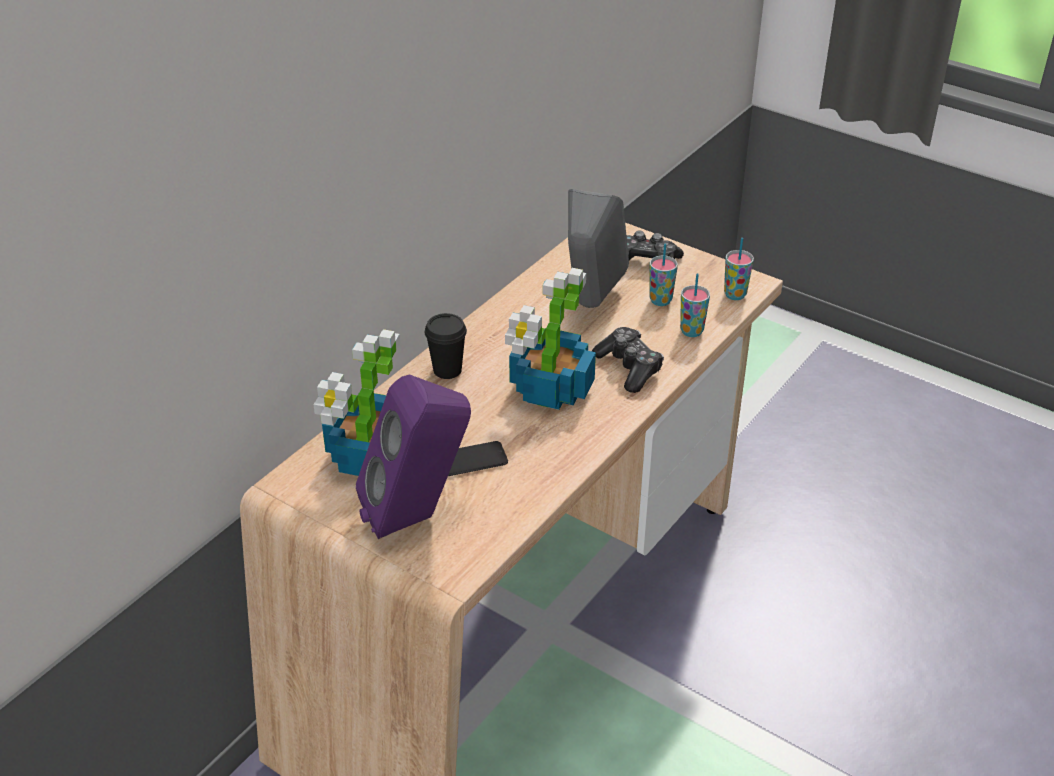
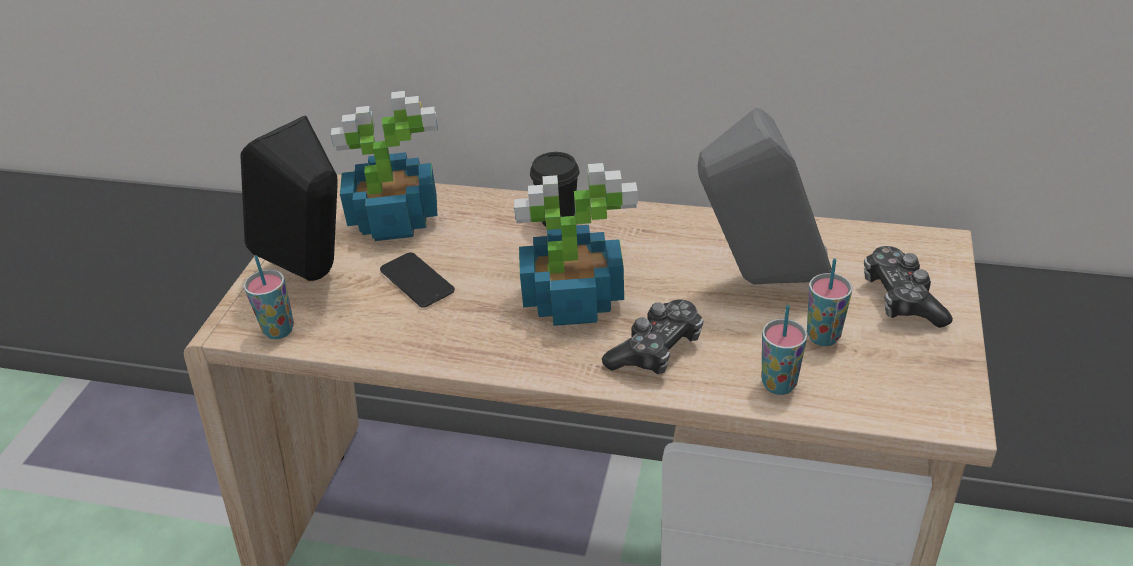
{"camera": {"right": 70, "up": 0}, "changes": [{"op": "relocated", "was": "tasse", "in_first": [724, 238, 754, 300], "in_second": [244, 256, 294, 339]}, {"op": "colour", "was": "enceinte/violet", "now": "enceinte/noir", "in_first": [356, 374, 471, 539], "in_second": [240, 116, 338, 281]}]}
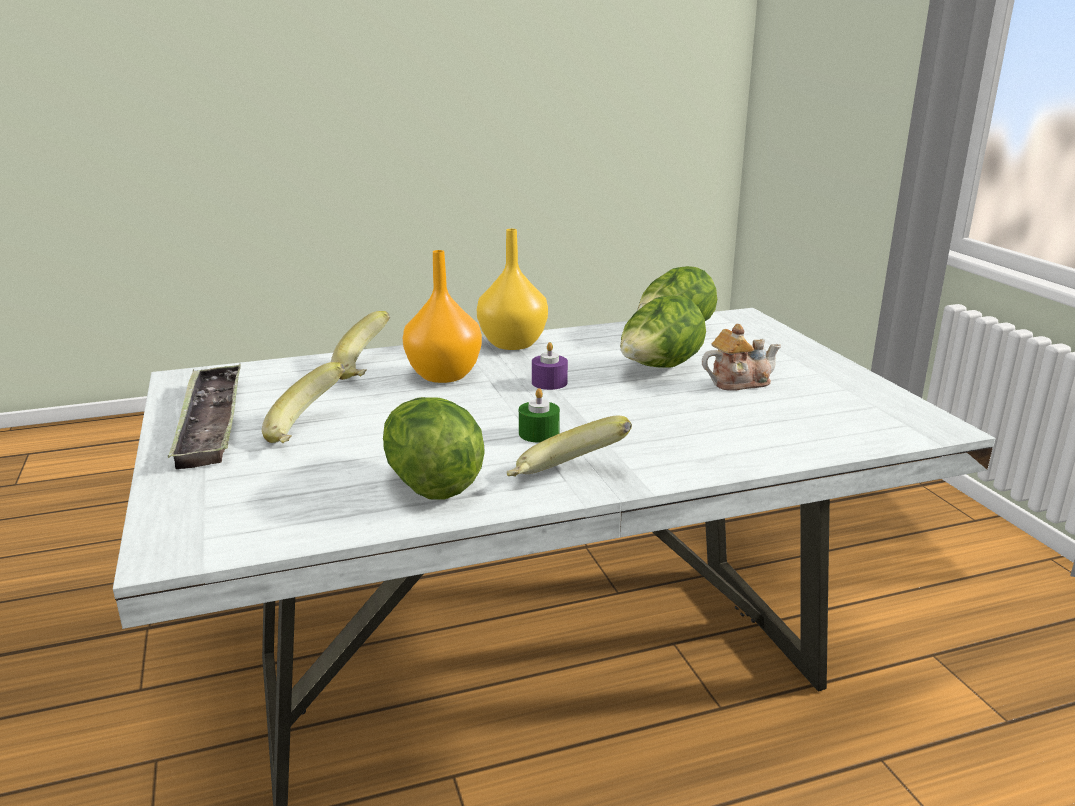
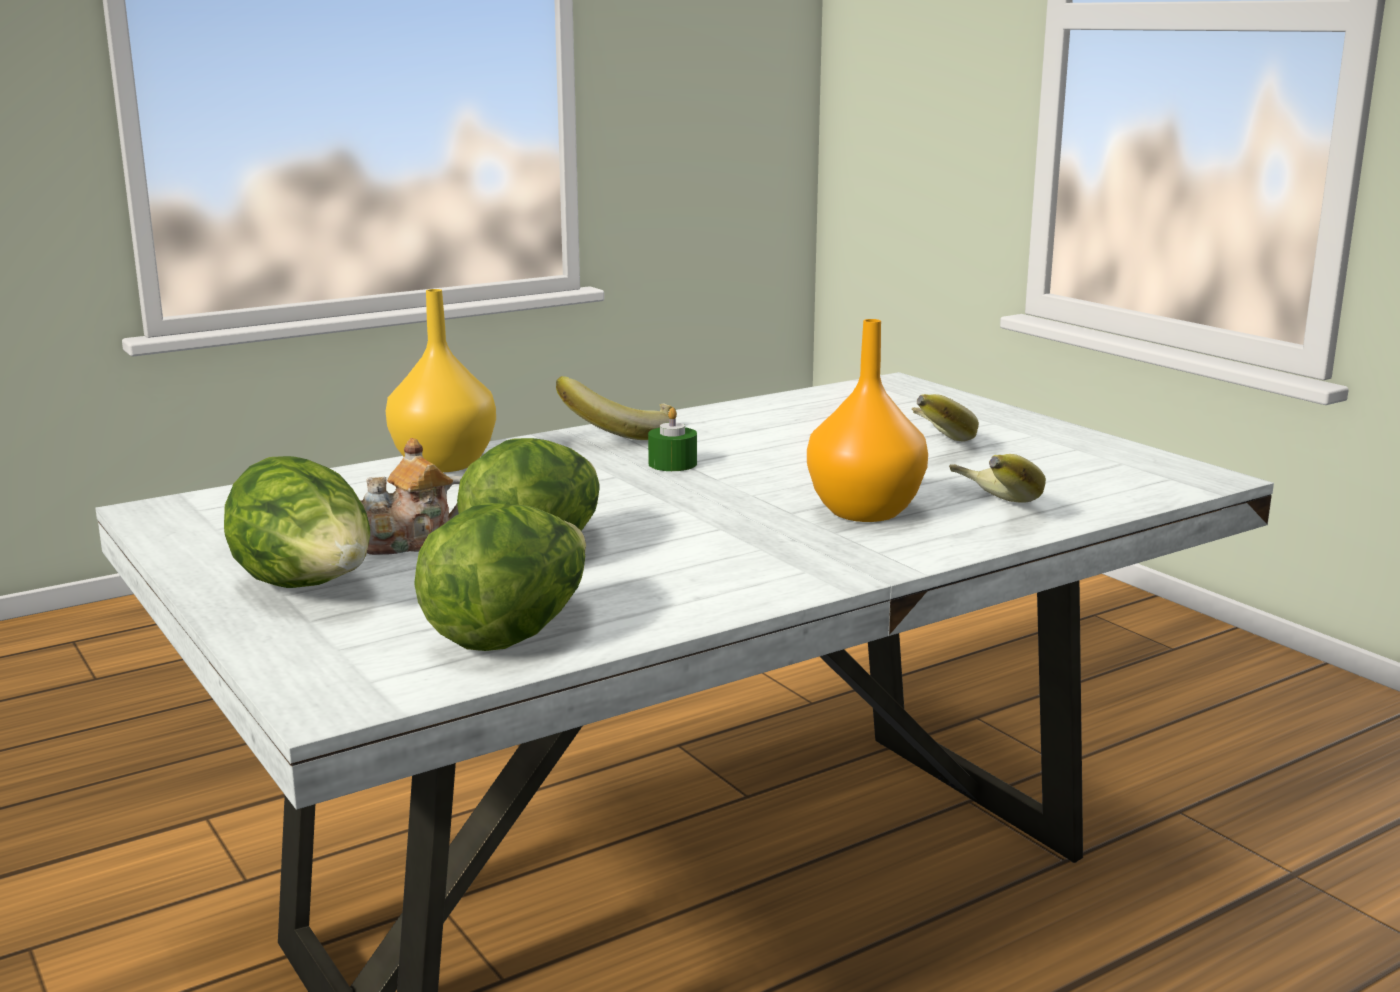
{"camera": {"right": 165, "up": -5}, "changes": [{"op": "missing", "was": "plateau", "in_first": [168, 364, 241, 469]}, {"op": "missing", "was": "bougie/violet", "in_first": [532, 342, 568, 390]}, {"op": "relocated", "was": "laitue", "in_first": [383, 397, 485, 500], "in_second": [224, 456, 370, 588]}, {"op": "relocated", "was": "vase/jaune", "in_first": [477, 229, 548, 350], "in_second": [386, 289, 496, 473]}]}
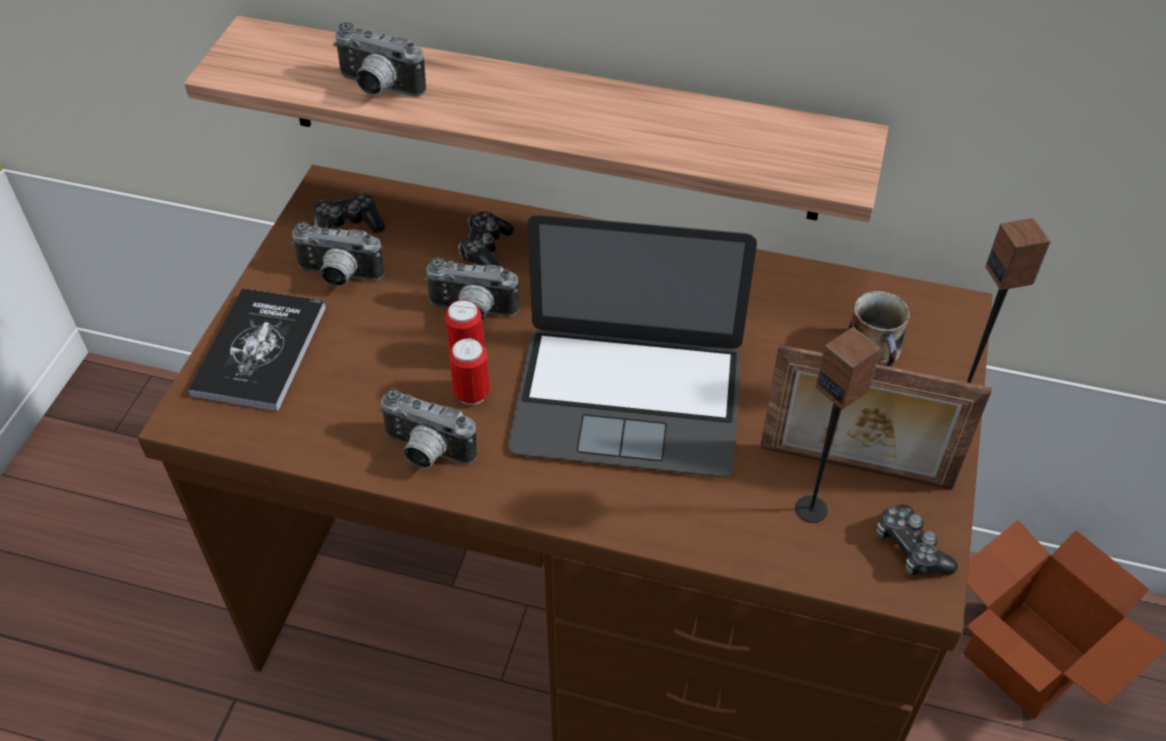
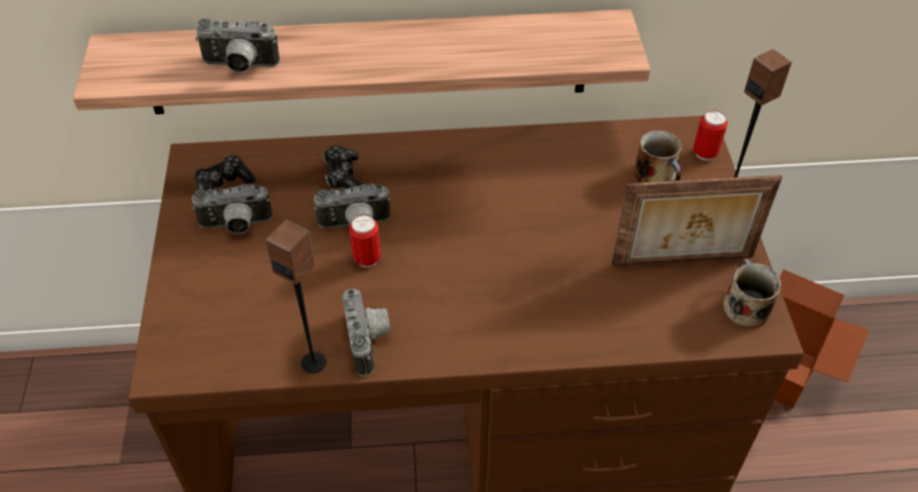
{"camera": {"right": -20, "up": 0}, "changes": [{"op": "missing", "was": "livre", "in_first": [188, 288, 326, 411]}, {"op": "missing", "was": "ordinateur portable", "in_first": [508, 214, 757, 477]}, {"op": "relocated", "was": "boîte métallique", "in_first": [449, 338, 490, 405], "in_second": [693, 110, 728, 161]}, {"op": "relocated", "was": "enceinte", "in_first": [795, 327, 881, 523], "in_second": [265, 220, 326, 373]}, {"op": "exchanged", "was": "manette", "now": "mug", "in_first": [876, 504, 958, 575], "in_second": [723, 259, 781, 328]}, {"op": "spun", "was": "appareil photo", "in_first": [379, 388, 477, 469], "in_second": [342, 288, 391, 376], "clockwise": -105}]}
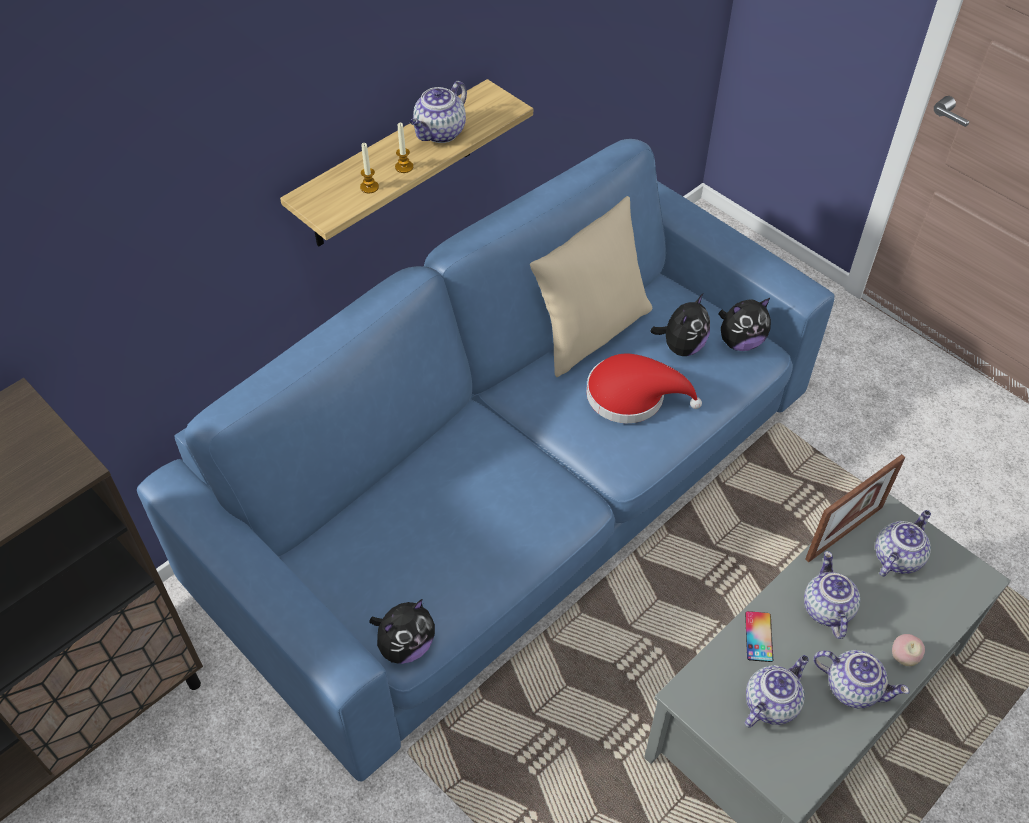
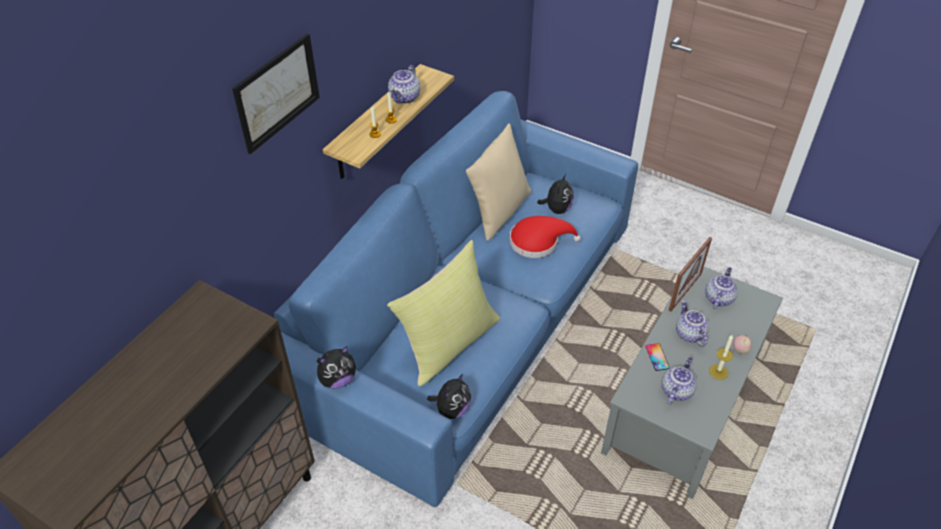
{"camera": {"right": -15, "up": -5}, "changes": [{"op": "appeared", "now": "tableau", "in_second": [232, 33, 320, 154]}, {"op": "appeared", "now": "coussin/jaune", "in_second": [387, 240, 501, 386]}, {"op": "relocated", "was": "peluche", "in_first": [718, 298, 771, 351], "in_second": [316, 346, 356, 389]}, {"op": "exchanged", "was": "théière", "now": "bougie", "in_first": [813, 650, 910, 708], "in_second": [709, 335, 733, 380]}]}
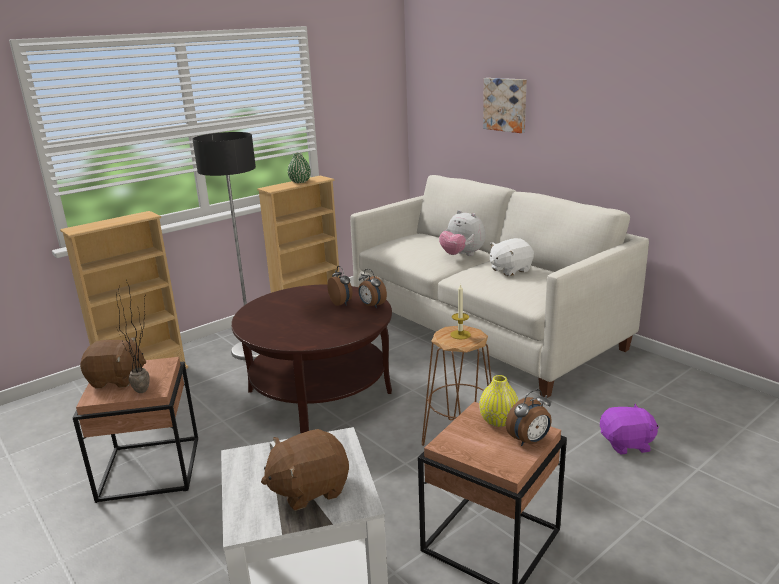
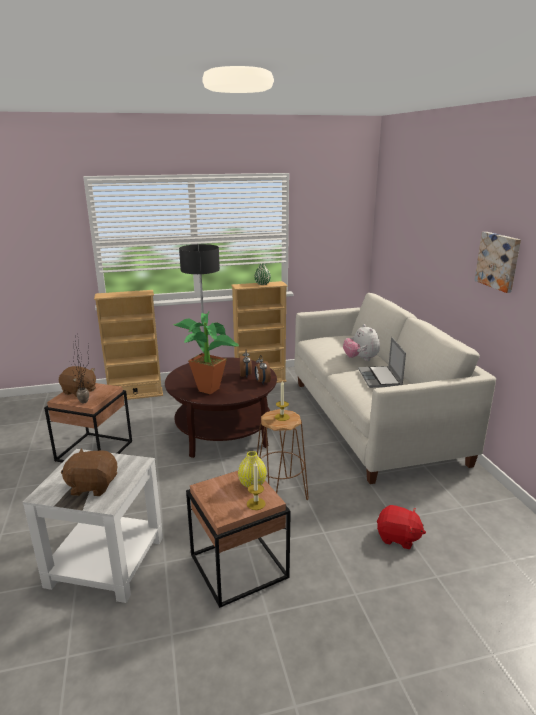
{"camera": {"right": 25, "up": 0}, "changes": [{"op": "appeared", "now": "plante en pot", "in_second": [173, 312, 239, 395]}, {"op": "relocated", "was": "tableau", "in_first": [483, 78, 527, 133], "in_second": [474, 232, 521, 293]}, {"op": "exchanged", "was": "peluche/blanc", "now": "ordinateur portable", "in_first": [490, 238, 534, 276], "in_second": [358, 337, 406, 388]}, {"op": "exchanged", "was": "réveil", "now": "bougie", "in_first": [506, 389, 551, 446], "in_second": [247, 461, 266, 510]}, {"op": "colour", "was": "peluche/violet", "now": "peluche/rouge", "in_first": [600, 403, 659, 455], "in_second": [377, 505, 426, 549]}]}
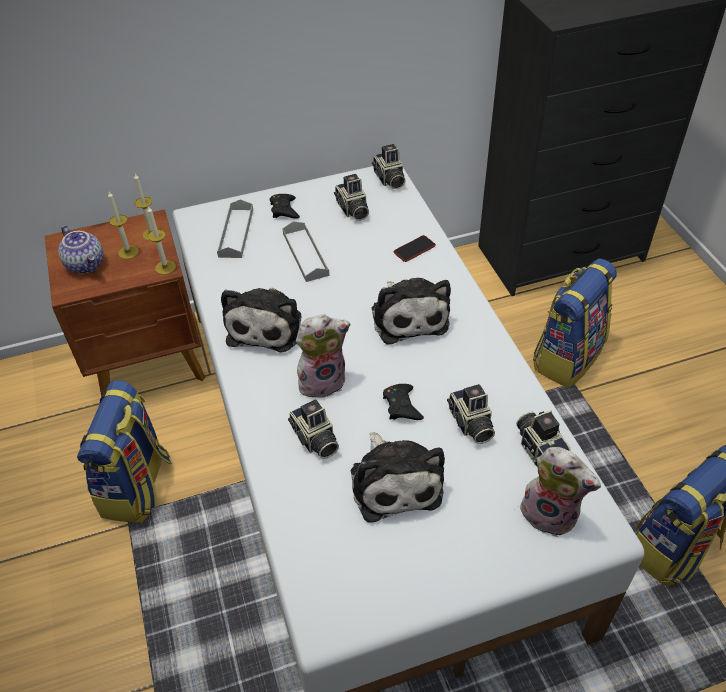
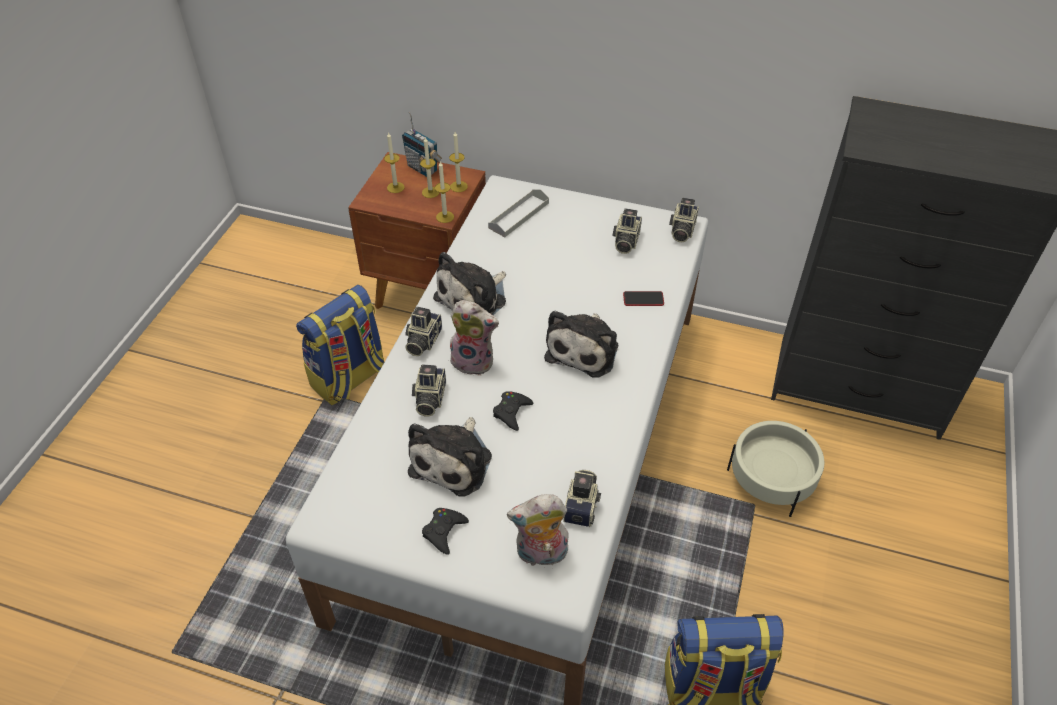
{"camera": {"right": 35, "up": 0}, "changes": [{"op": "missing", "was": "plateau/gris", "in_first": [282, 221, 330, 282]}, {"op": "appeared", "now": "radio", "in_second": [402, 112, 442, 177]}, {"op": "relocated", "was": "manette/noir", "in_first": [270, 194, 300, 219], "in_second": [422, 508, 469, 555]}, {"op": "relocated", "was": "appareil photo", "in_first": [447, 384, 495, 444], "in_second": [405, 306, 442, 356]}, {"op": "exchanged", "was": "théière", "now": "bougie", "in_first": [58, 225, 104, 274], "in_second": [384, 132, 405, 193]}, {"op": "exchanged", "was": "sac à dos", "now": "cache-pot/beige", "in_first": [533, 259, 617, 388], "in_second": [727, 421, 824, 517]}, {"op": "spun", "was": "peluche", "in_first": [518, 447, 601, 537], "in_second": [507, 494, 569, 566], "clockwise": 105}]}
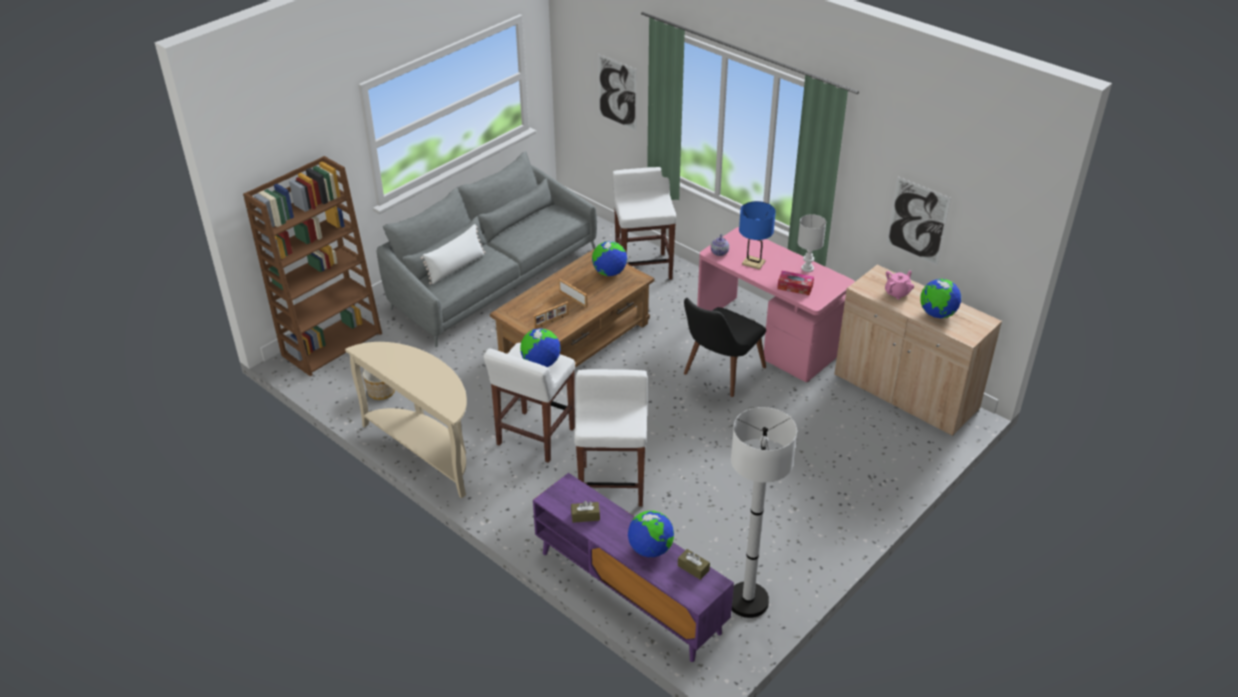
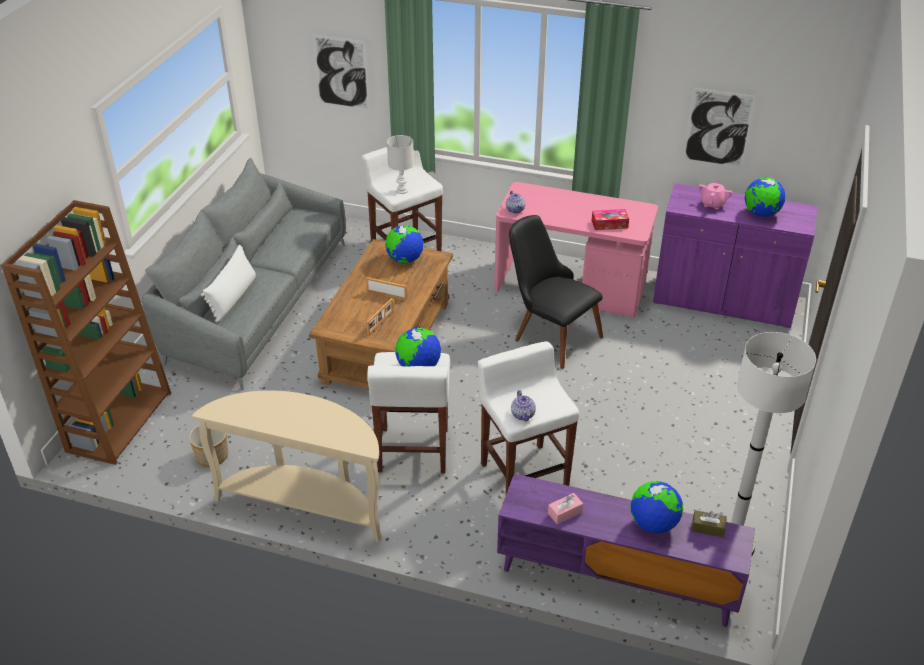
{"camera": {"right": -25, "up": 0}, "changes": [{"op": "missing", "was": "lampe de table/bleu", "in_first": [739, 201, 776, 270]}, {"op": "appeared", "now": "théière", "in_second": [511, 390, 536, 421]}, {"op": "relocated", "was": "lampe de table/blanc", "in_first": [798, 214, 826, 272], "in_second": [387, 135, 414, 194]}, {"op": "colour", "was": "boîte à mouchoirs/marron", "now": "boîte à mouchoirs/rose", "in_first": [571, 501, 600, 523], "in_second": [548, 493, 583, 524]}, {"op": "colour", "was": "meuble de rangement/beige", "now": "meuble de rangement/violet", "in_first": [834, 265, 1002, 436], "in_second": [653, 183, 817, 328]}, {"op": "spun", "was": "chaise/noir", "in_first": [684, 298, 766, 397], "in_second": [509, 215, 603, 369], "clockwise": 120}]}
